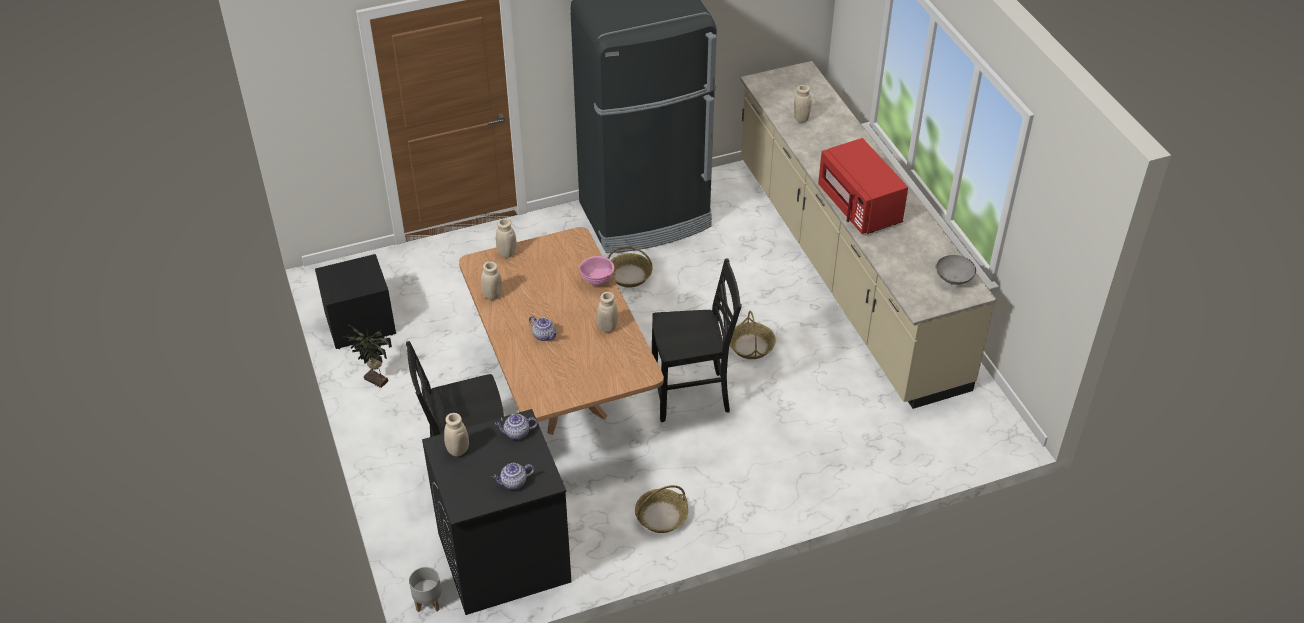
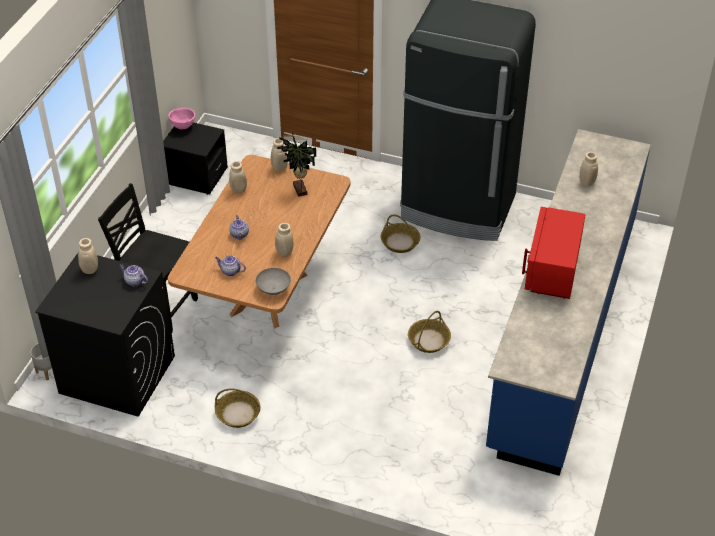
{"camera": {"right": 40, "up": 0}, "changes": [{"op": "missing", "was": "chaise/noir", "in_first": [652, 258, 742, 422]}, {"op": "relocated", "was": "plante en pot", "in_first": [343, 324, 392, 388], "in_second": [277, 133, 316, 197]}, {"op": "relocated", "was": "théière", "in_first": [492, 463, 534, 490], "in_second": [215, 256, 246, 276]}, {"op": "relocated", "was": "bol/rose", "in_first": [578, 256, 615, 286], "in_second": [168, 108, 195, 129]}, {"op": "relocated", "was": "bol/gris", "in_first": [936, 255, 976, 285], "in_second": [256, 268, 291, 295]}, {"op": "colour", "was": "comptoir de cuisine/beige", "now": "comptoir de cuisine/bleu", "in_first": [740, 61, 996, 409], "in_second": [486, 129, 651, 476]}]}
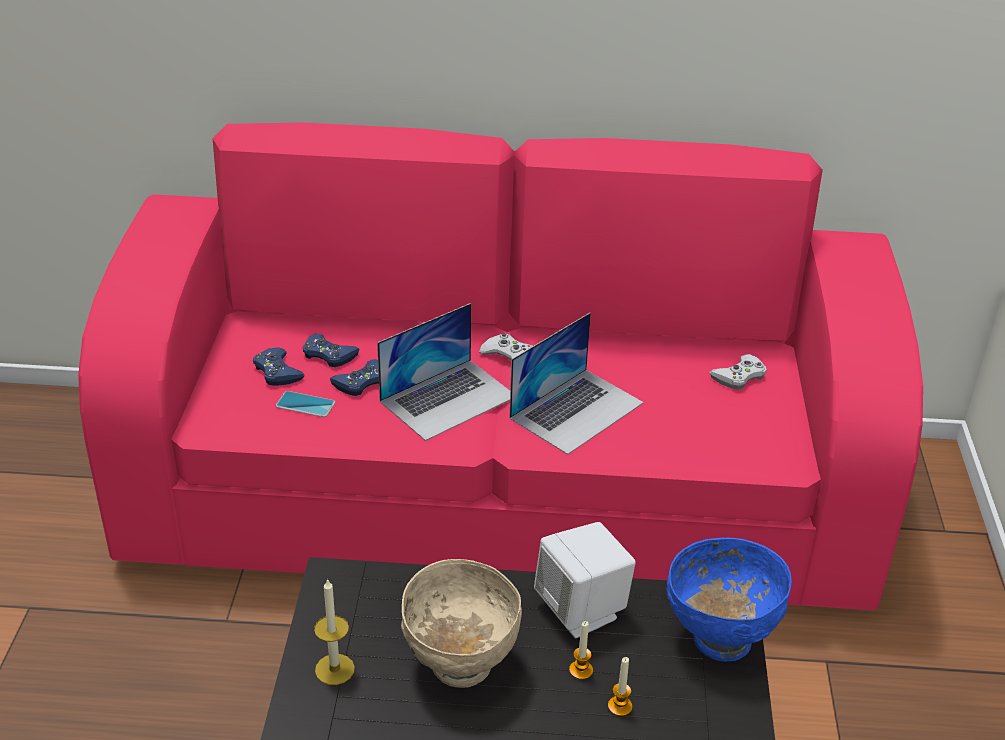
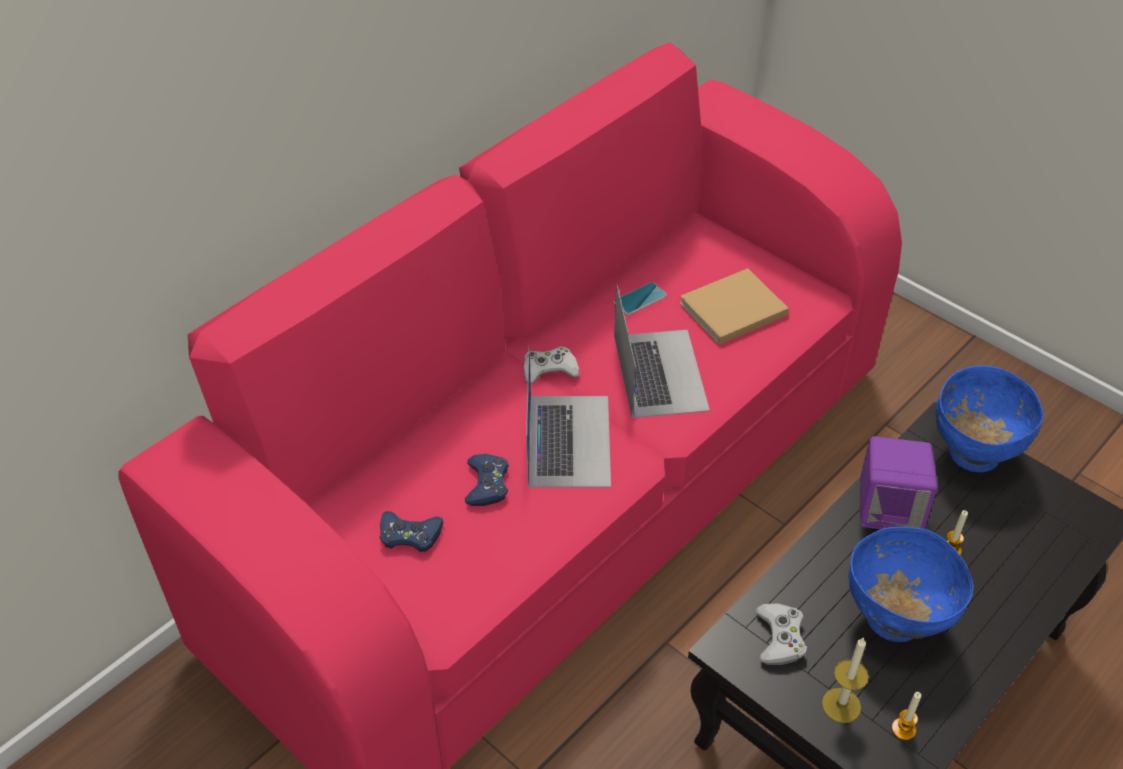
{"camera": {"right": -50, "up": 10}, "changes": [{"op": "missing", "was": "manette/bleu", "in_first": [303, 334, 360, 367]}, {"op": "appeared", "now": "livre/beige", "in_second": [679, 268, 789, 345]}, {"op": "relocated", "was": "téléphone", "in_first": [276, 391, 335, 417], "in_second": [613, 282, 667, 315]}, {"op": "relocated", "was": "bougie", "in_first": [608, 657, 632, 717], "in_second": [892, 692, 921, 740]}, {"op": "relocated", "was": "manette/blanc", "in_first": [709, 354, 767, 390], "in_second": [756, 603, 807, 665]}, {"op": "colour", "was": "bol/beige", "now": "bol/bleu", "in_first": [401, 559, 522, 688], "in_second": [849, 527, 974, 642]}, {"op": "colour", "was": "enceinte/blanc", "now": "enceinte/violet", "in_first": [534, 522, 636, 638], "in_second": [860, 436, 937, 529]}]}
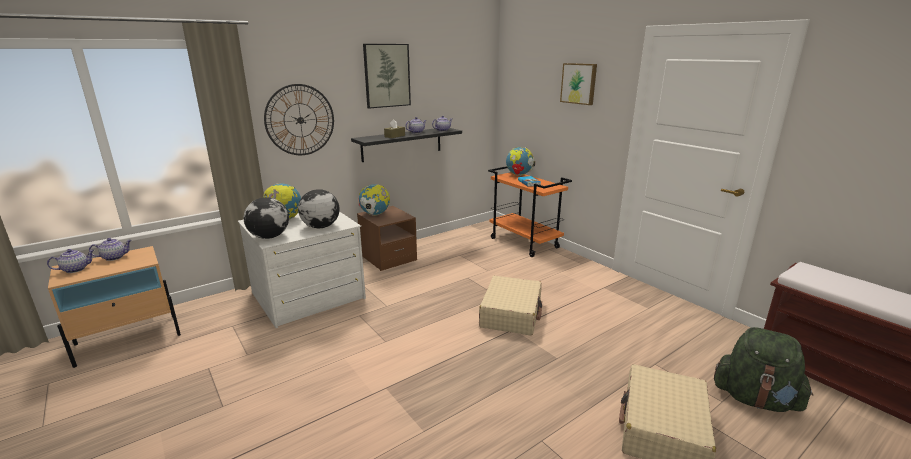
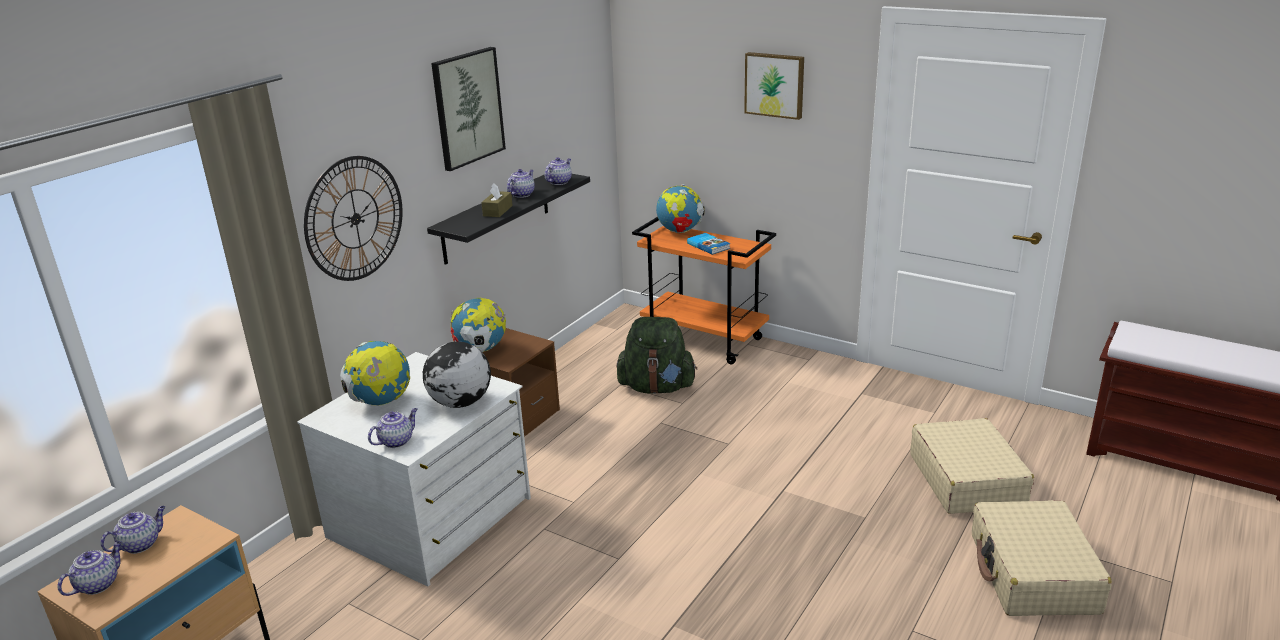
{"camera": {"right": -20, "up": 5}, "changes": [{"op": "relocated", "was": "valise/beige", "in_first": [479, 276, 542, 336], "in_second": [910, 418, 1034, 514]}, {"op": "relocated", "was": "sac à dos/vert", "in_first": [714, 327, 813, 412], "in_second": [616, 317, 697, 394]}, {"op": "exchanged", "was": "globe", "now": "théière", "in_first": [243, 197, 289, 239], "in_second": [368, 408, 418, 448]}]}
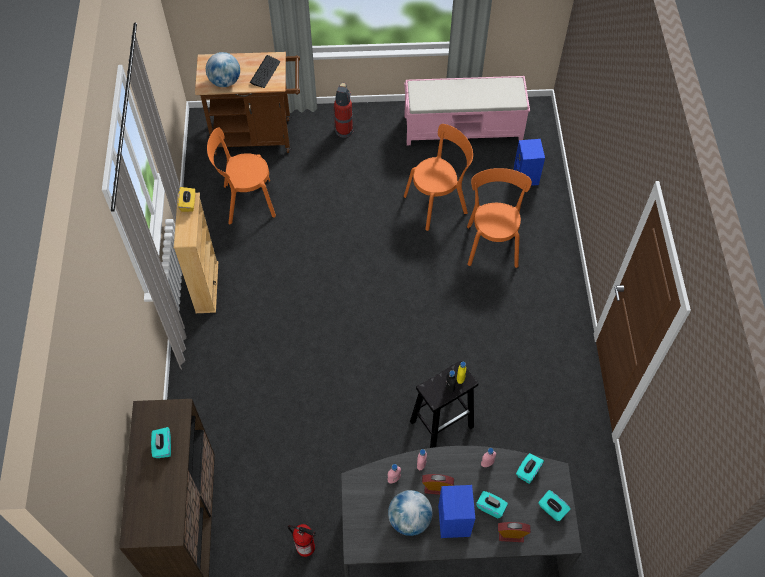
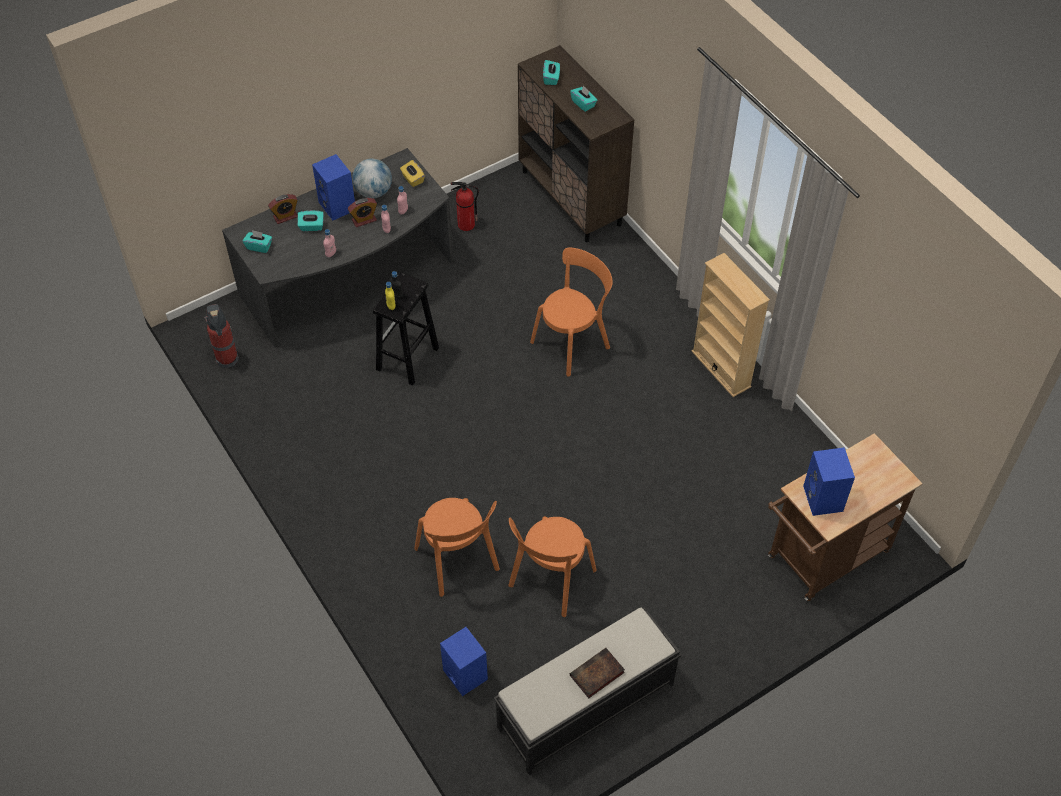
{"camera": {"right": 150, "up": -5}, "changes": [{"op": "missing", "was": "globe", "in_first": [206, 52, 240, 87]}, {"op": "appeared", "now": "livre", "in_second": [570, 648, 625, 698]}, {"op": "relocated", "was": "boîte à mouchoirs/jaune", "in_first": [178, 187, 195, 212], "in_second": [400, 160, 425, 187]}, {"op": "relocated", "was": "chaise/orange", "in_first": [207, 127, 276, 225], "in_second": [530, 248, 613, 377]}, {"op": "relocated", "was": "extincteur", "in_first": [334, 82, 353, 138], "in_second": [204, 304, 239, 368]}, {"op": "relocated", "was": "boîte à mouchoirs/turquoise", "in_first": [516, 453, 544, 484], "in_second": [543, 60, 560, 85]}, {"op": "exchanged", "was": "clavier", "now": "enceinte/bleu", "in_first": [250, 55, 280, 88], "in_second": [803, 447, 855, 516]}, {"op": "colour", "was": "banc/rose", "now": "banc/noir", "in_first": [404, 76, 530, 145], "in_second": [494, 607, 681, 775]}]}
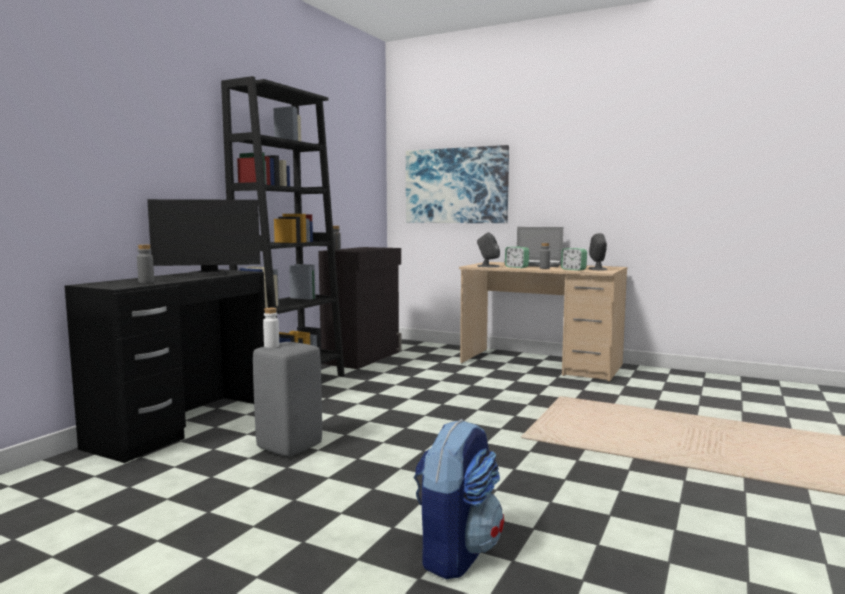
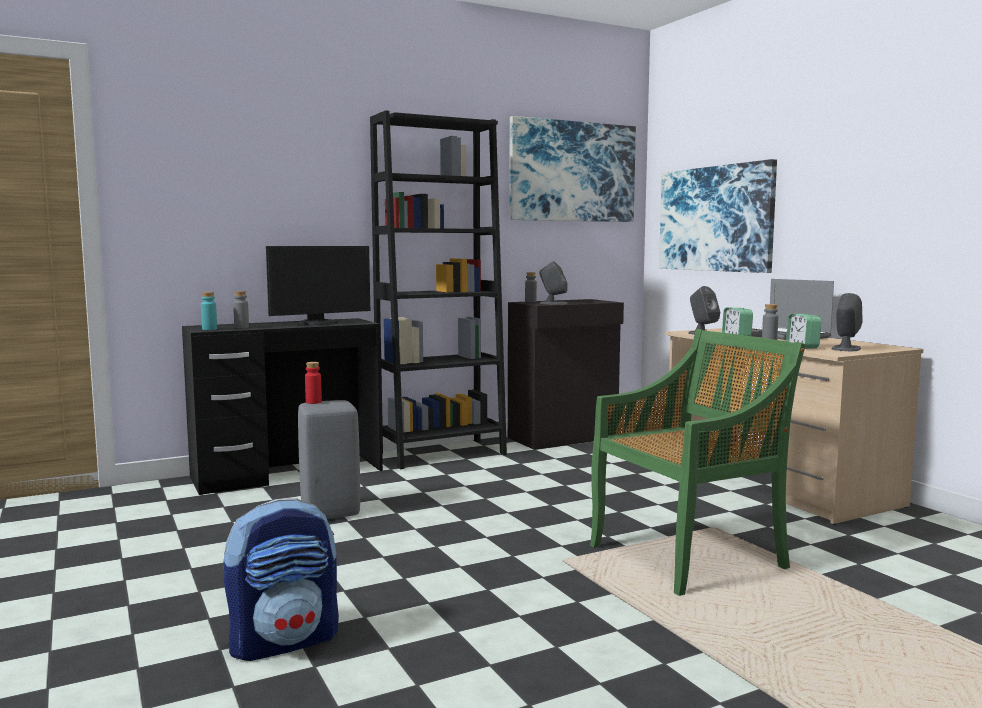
{"camera": {"right": 35, "up": 0}, "changes": [{"op": "appeared", "now": "bouteille/turquoise", "in_second": [201, 292, 217, 330]}, {"op": "appeared", "now": "tableau", "in_second": [509, 116, 636, 222]}, {"op": "appeared", "now": "enceinte/gris", "in_second": [539, 261, 568, 305]}, {"op": "appeared", "now": "chaise/vert", "in_second": [590, 329, 806, 596]}, {"op": "colour", "was": "bouteille/blanc", "now": "bouteille/rouge", "in_first": [263, 308, 279, 348], "in_second": [305, 362, 322, 404]}, {"op": "spun", "was": "écran d'ordinateur", "in_first": [147, 199, 260, 276], "in_second": [266, 246, 370, 325], "clockwise": -60}]}
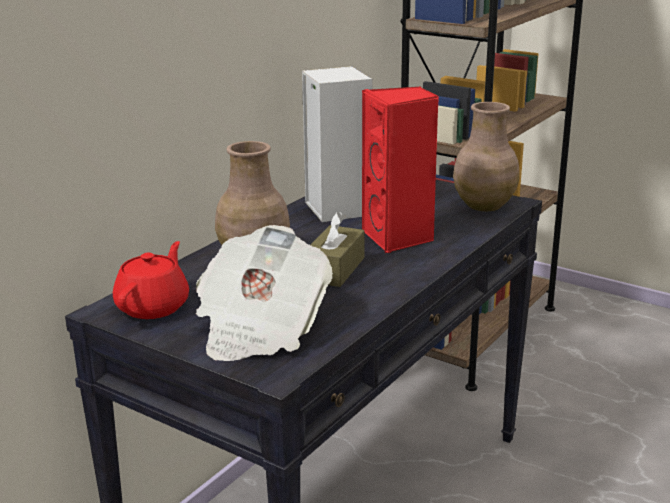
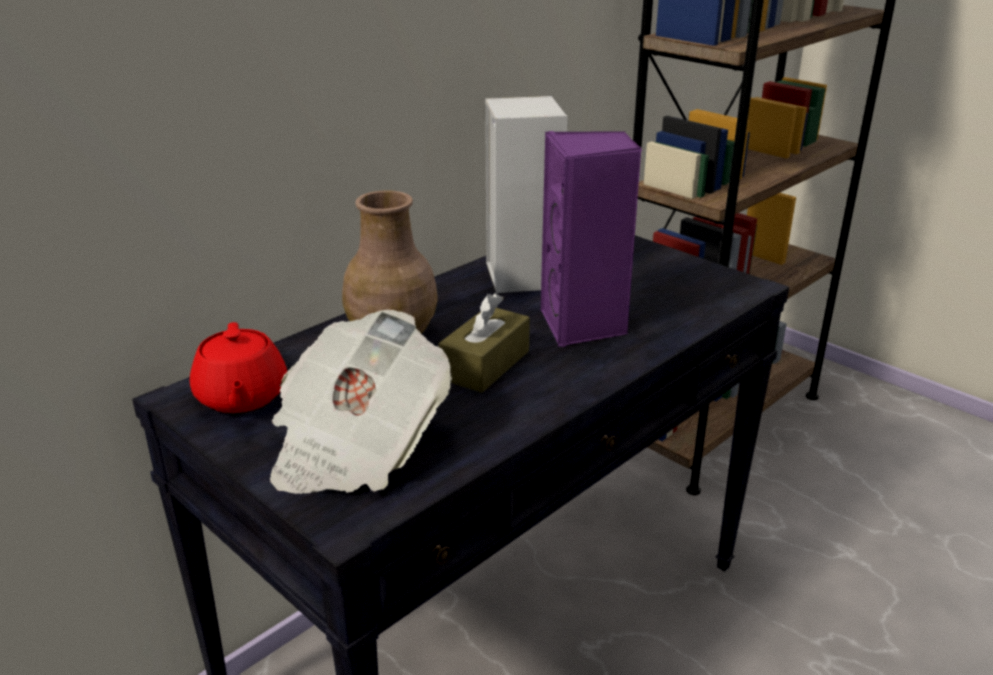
{"camera": {"right": 10, "up": 5}, "changes": [{"op": "missing", "was": "vase/marron", "in_first": [453, 102, 519, 211]}, {"op": "colour", "was": "enceinte/rouge", "now": "enceinte/violet", "in_first": [362, 87, 439, 253], "in_second": [541, 131, 642, 347]}, {"op": "spun", "was": "théière/rouge", "in_first": [113, 241, 189, 319], "in_second": [190, 322, 287, 413], "clockwise": 135}]}
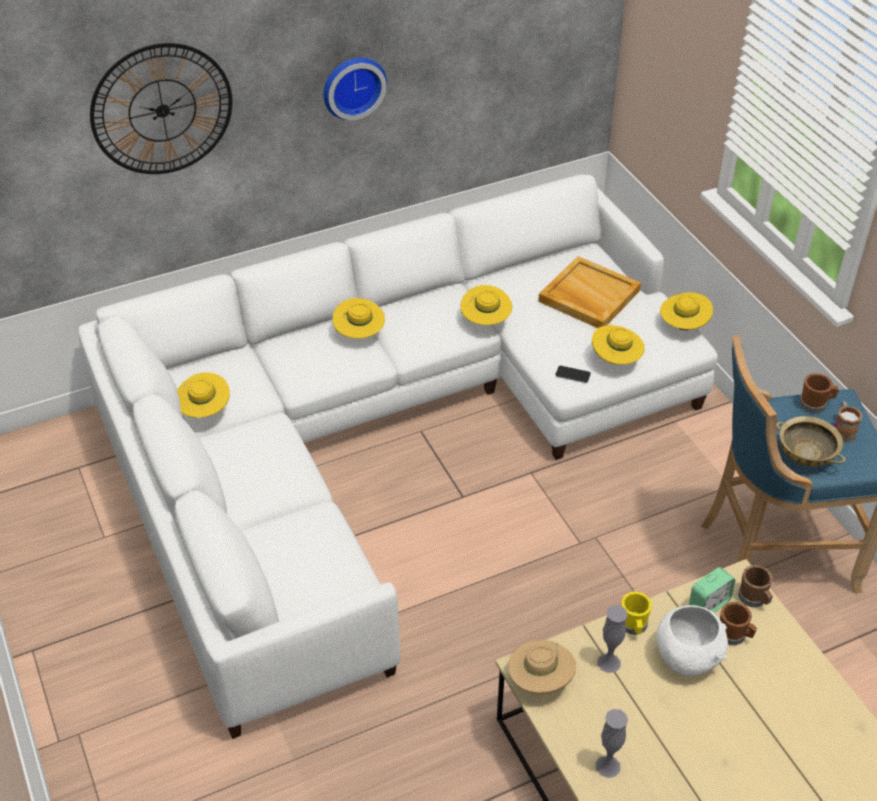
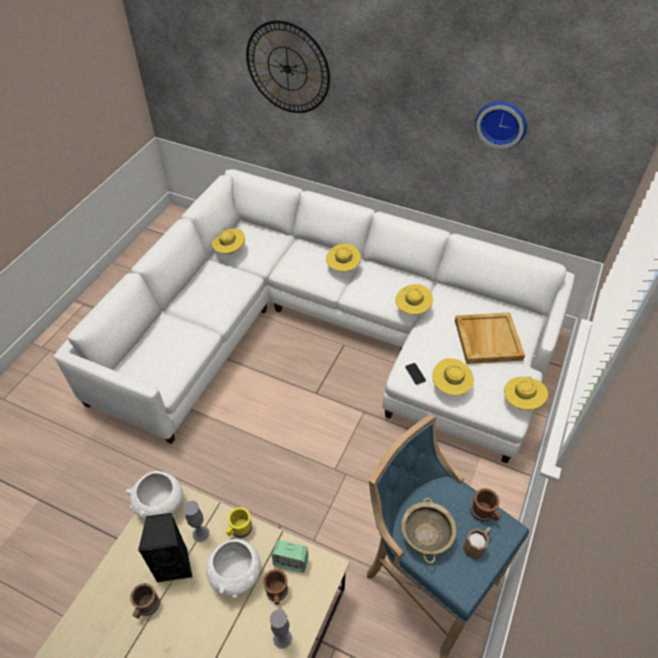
{"camera": {"right": 50, "up": 5}, "changes": [{"op": "appeared", "now": "enceinte/noir", "in_second": [138, 513, 193, 583]}, {"op": "relocated", "was": "horloge murale", "in_first": [323, 58, 387, 120], "in_second": [475, 101, 527, 149]}, {"op": "relocated", "was": "vase/gris", "in_first": [596, 709, 628, 778], "in_second": [270, 609, 292, 649]}, {"op": "relocated", "was": "mug/marron", "in_first": [738, 565, 773, 607], "in_second": [130, 583, 160, 619]}, {"op": "exchanged", "was": "chapeau/beige", "now": "bol/blanc", "in_first": [508, 640, 576, 694], "in_second": [126, 471, 183, 520]}]}
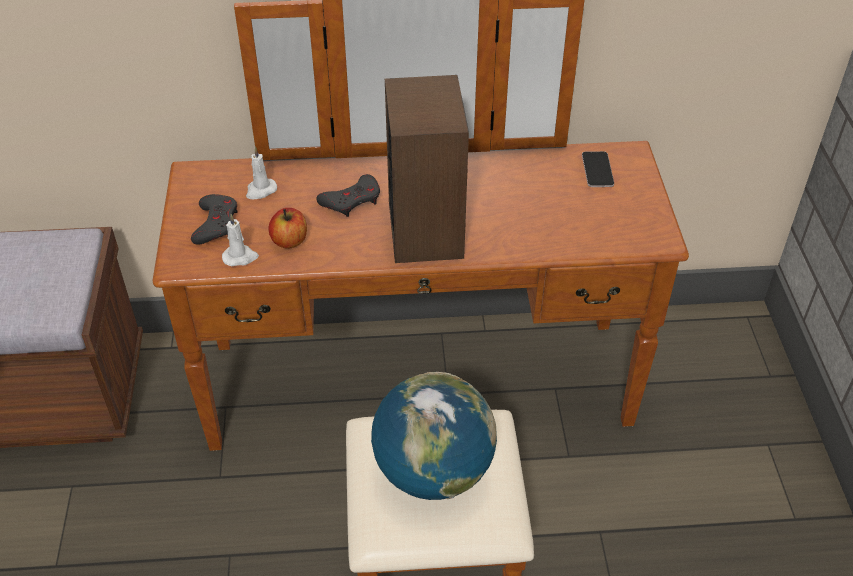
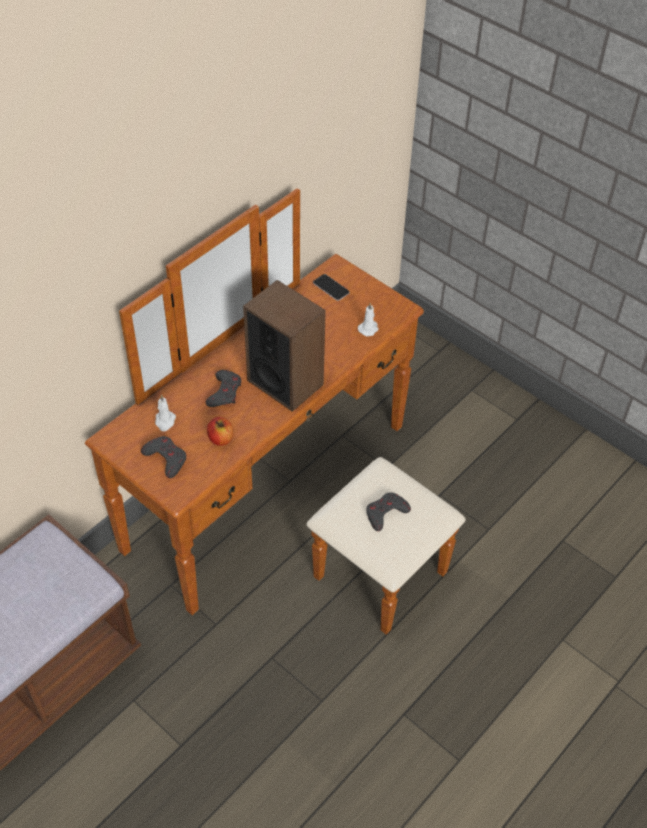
{"camera": {"right": -45, "up": 5}, "changes": [{"op": "relocated", "was": "bougie/blanc", "in_first": [222, 214, 259, 267], "in_second": [358, 303, 378, 336]}, {"op": "exchanged", "was": "globe", "now": "manette/gris", "in_first": [371, 372, 497, 500], "in_second": [366, 492, 411, 531]}]}
